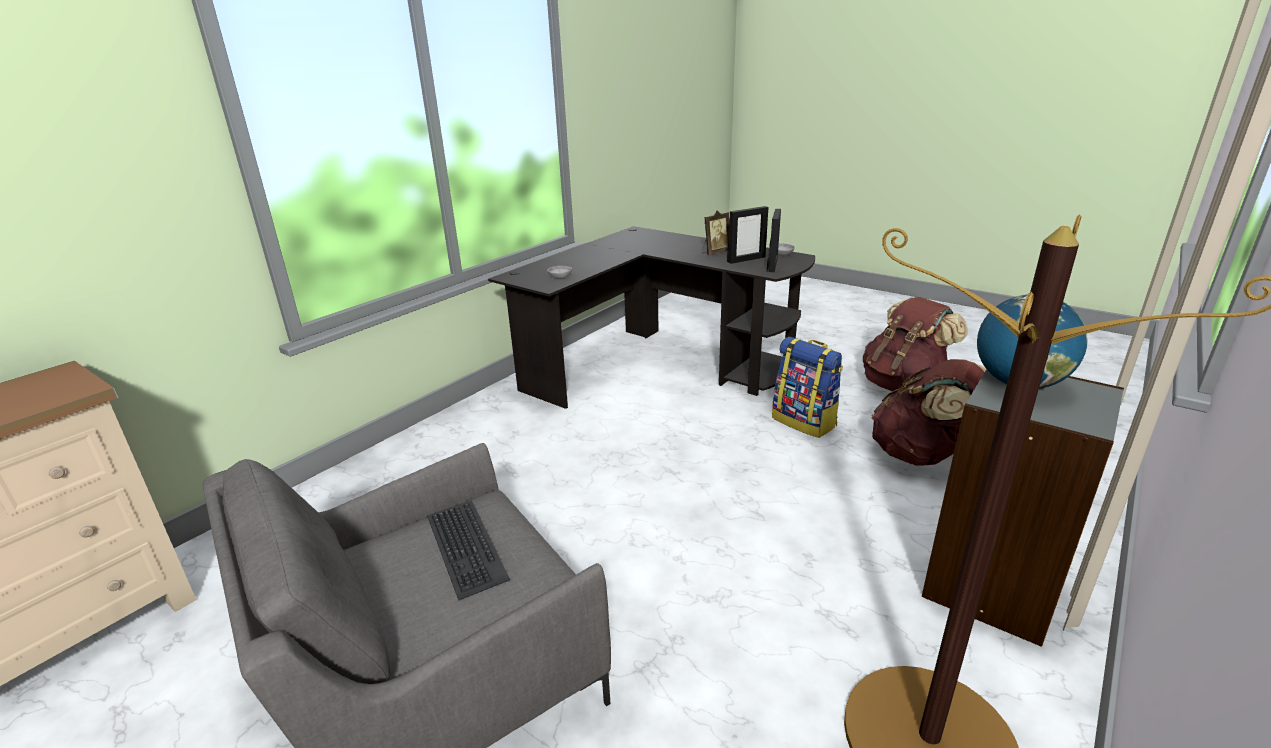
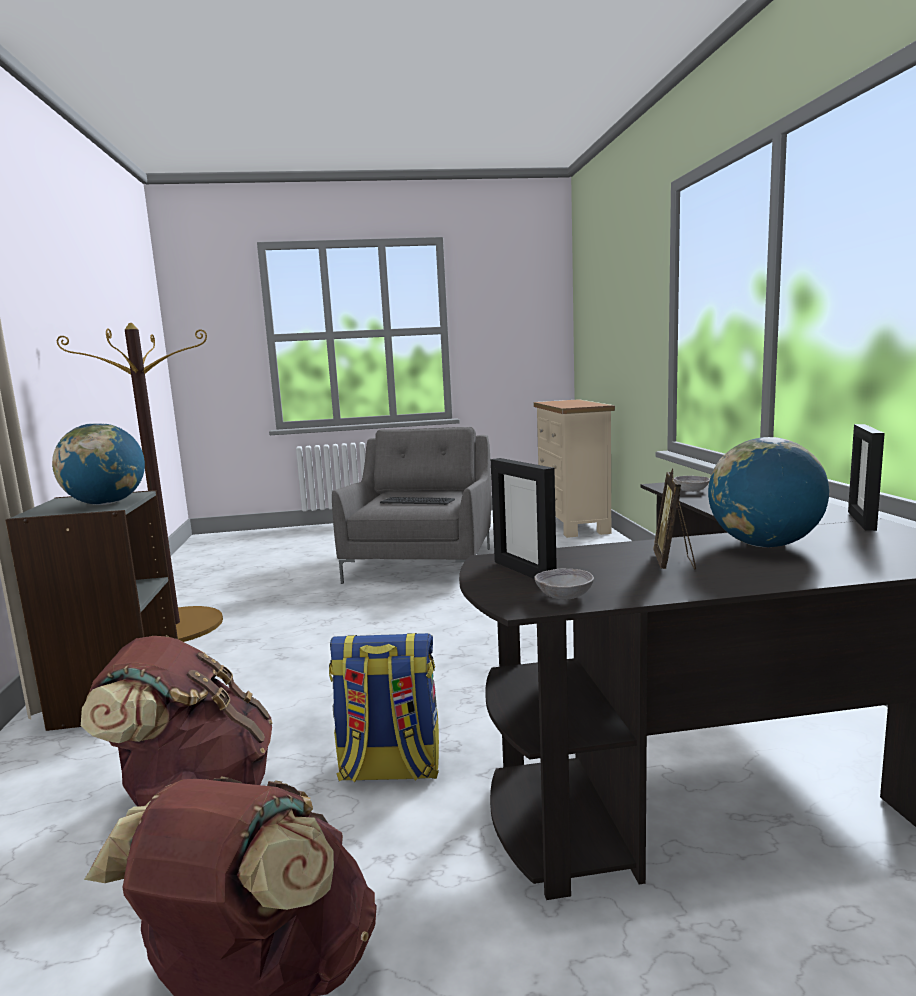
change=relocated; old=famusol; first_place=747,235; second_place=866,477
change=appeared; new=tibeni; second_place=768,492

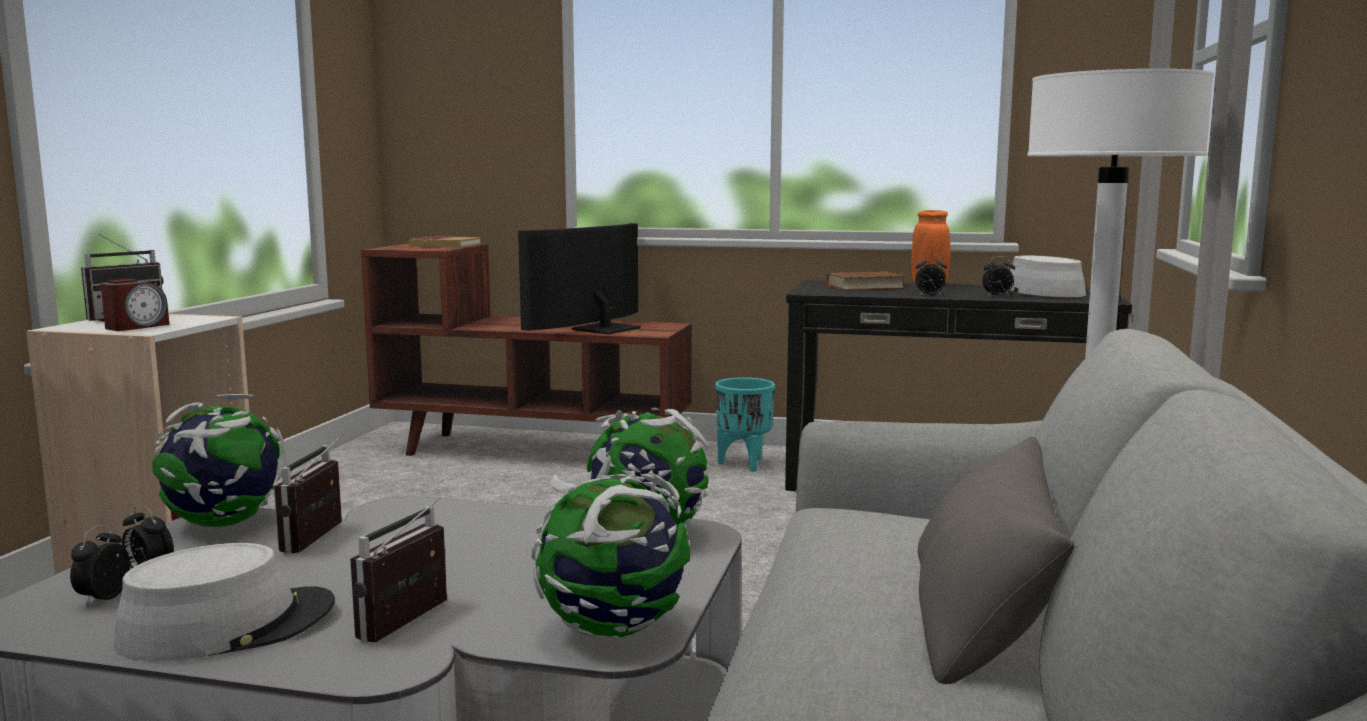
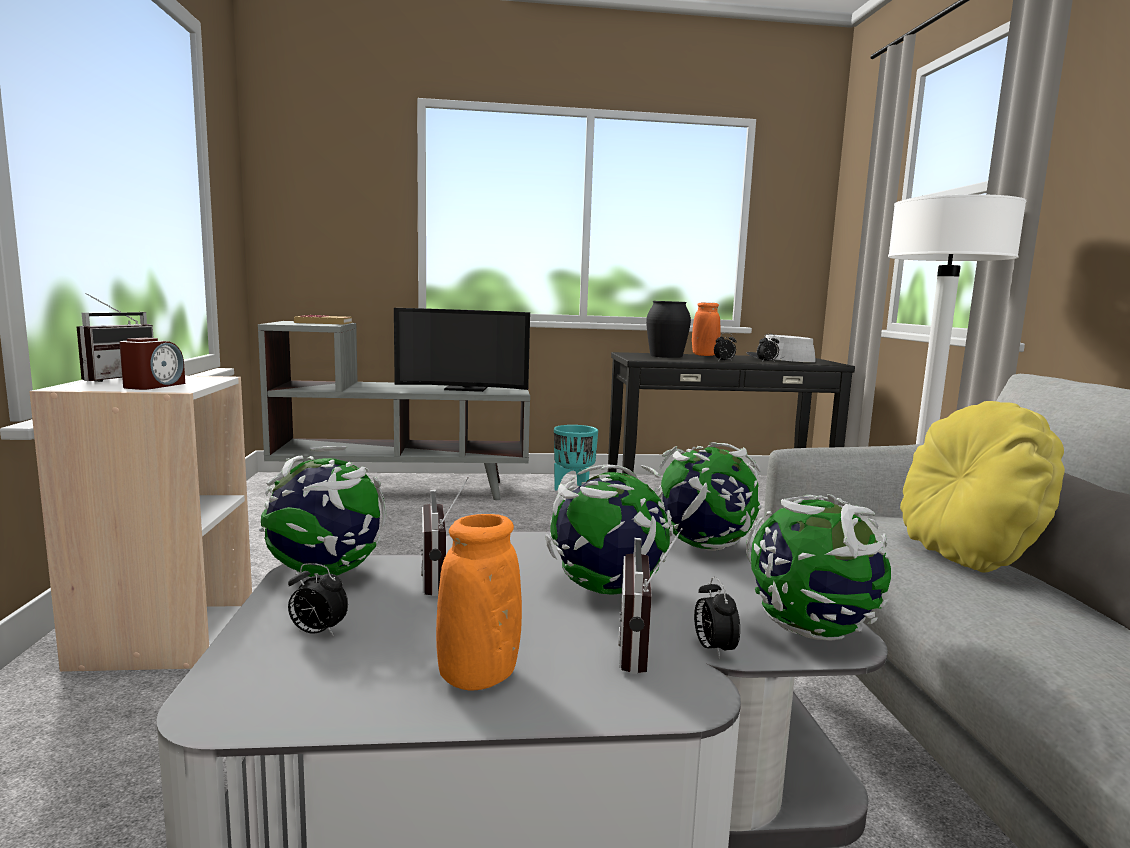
change=relocated; old=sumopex; first_place=100,566; second_place=717,618
change=exchanged; old=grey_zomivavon; new=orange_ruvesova; first_place=224,602; second_place=479,602
change=colour; old=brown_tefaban; new=grey_tefaban; first_place=526,349; second_place=394,410
change=spun; old=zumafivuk; first_place=579,279; second_place=462,350; degrees=-105
change=exchanged; old=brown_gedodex; new=black_ruvesova; first_place=862,281; second_place=668,329
change=appeared; new=tibeni; second_place=609,530
change=appeared; new=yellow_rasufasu; second_place=982,487

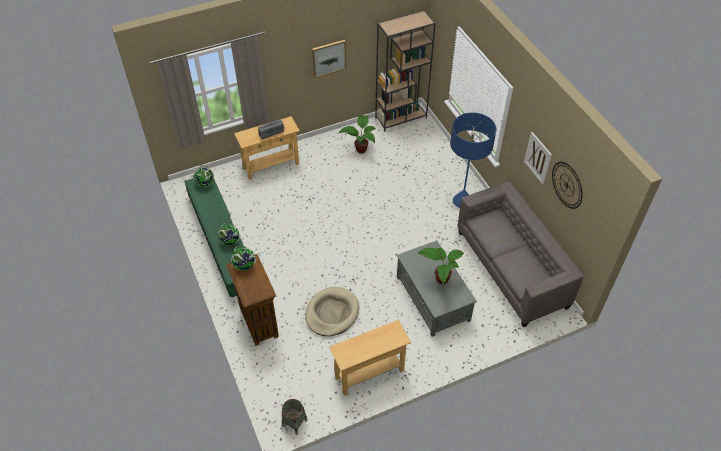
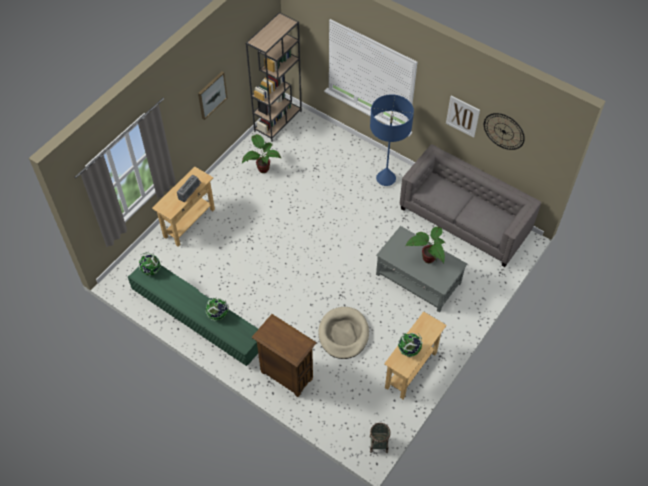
change=relocated; old=tibeni; first_place=243,258; second_place=410,344

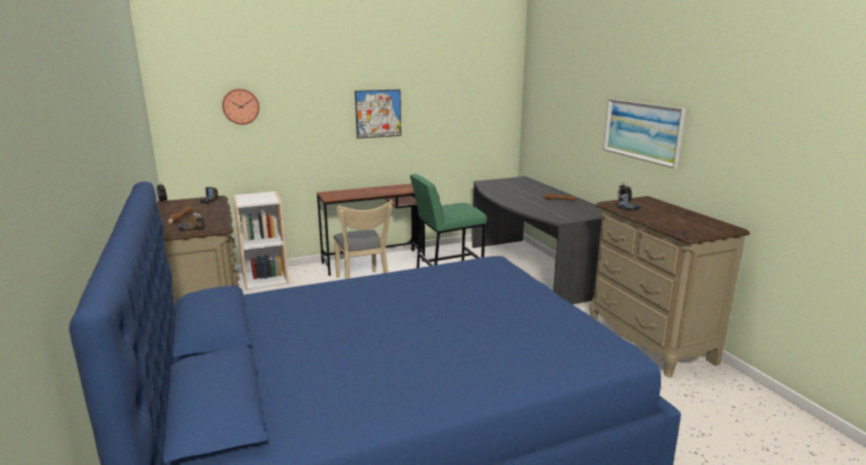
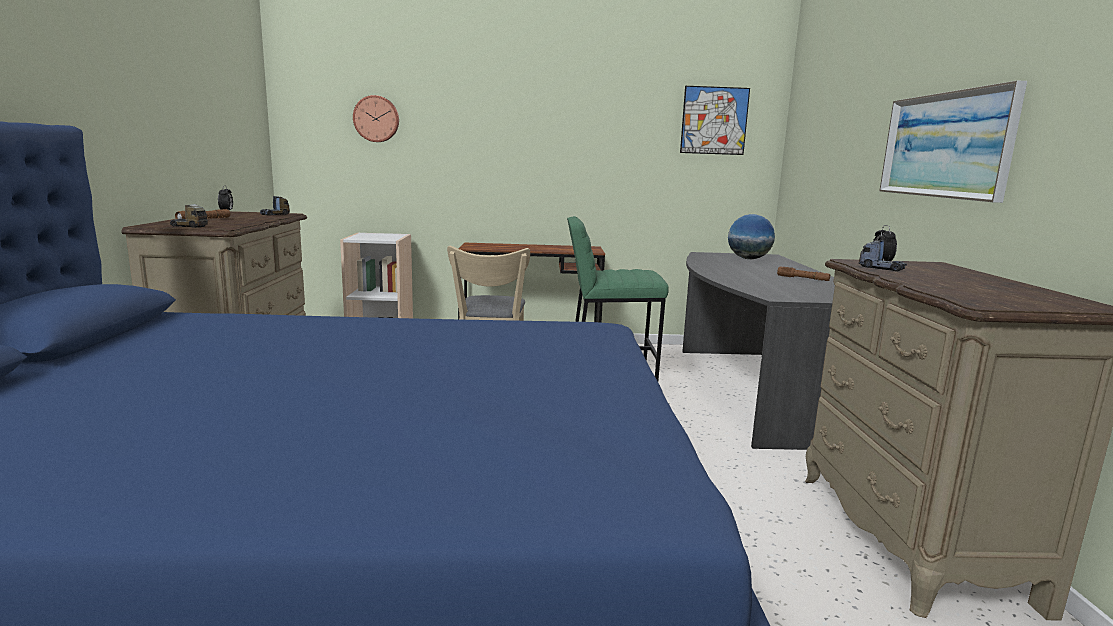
change=relocated; old=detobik; first_place=378,114; second_place=715,120
change=appeared; new=tibeni; second_place=751,236

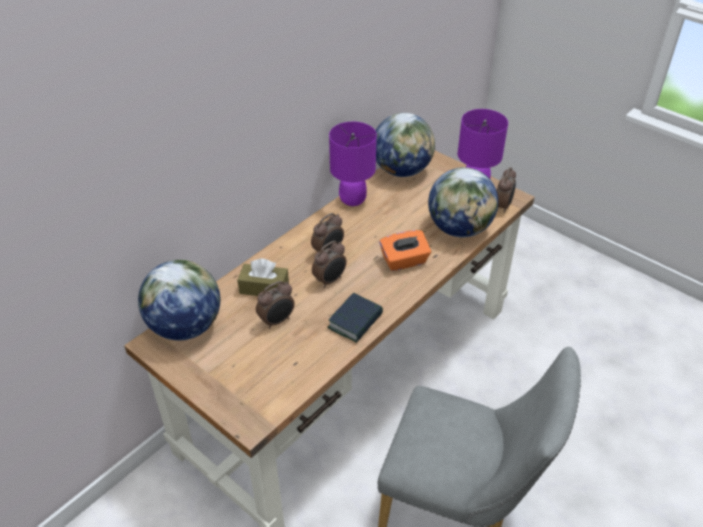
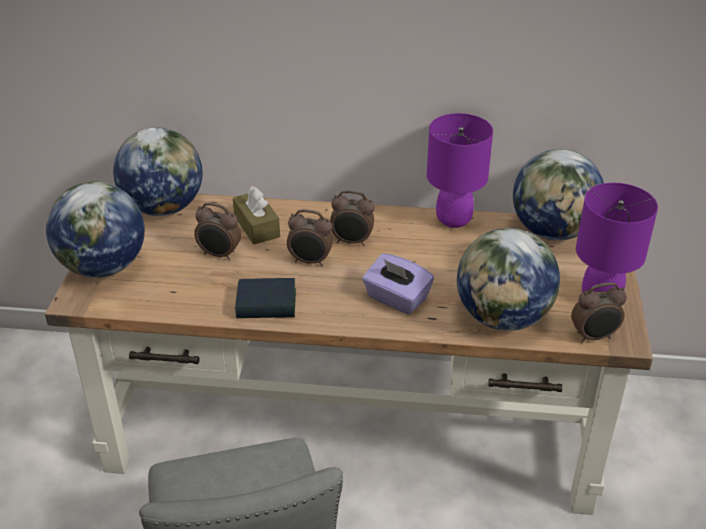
change=colour; old=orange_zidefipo; new=purple_zidefipo; first_place=405,250; second_place=398,284
change=appeared; new=tibeni; second_place=95,230

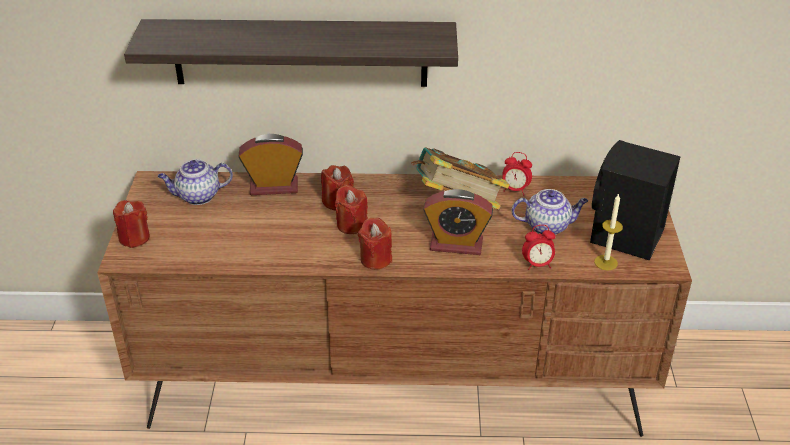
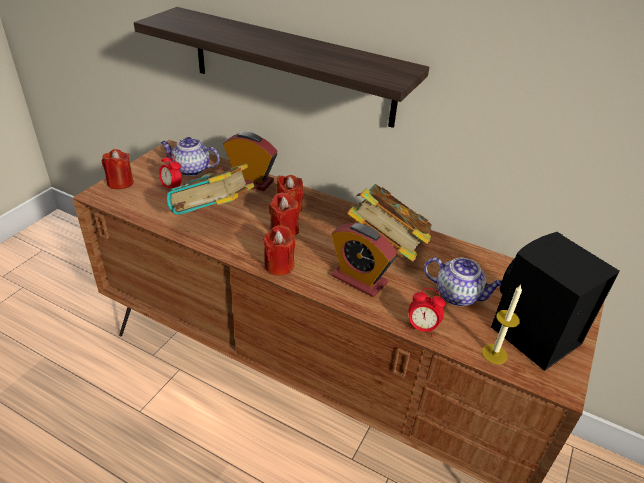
change=relocated; old=sumopex; first_place=517,173; second_place=170,170
change=appeared; new=gedodex; second_place=210,189

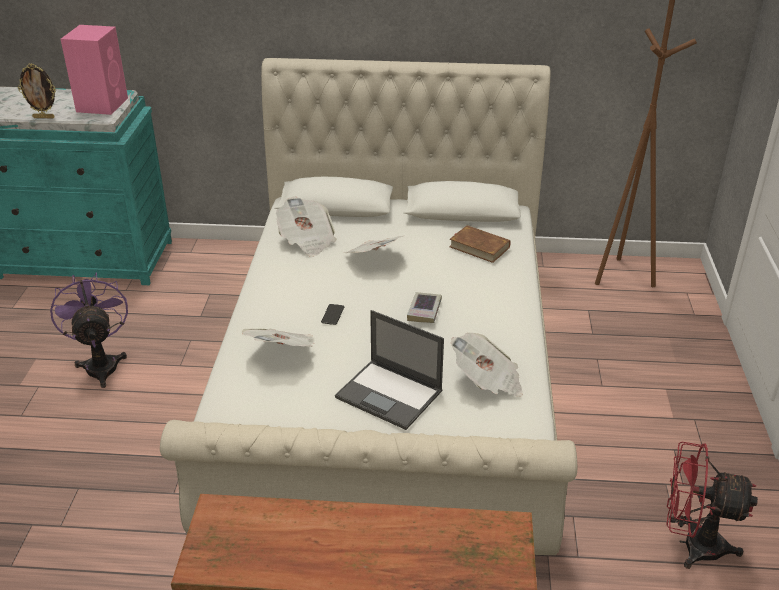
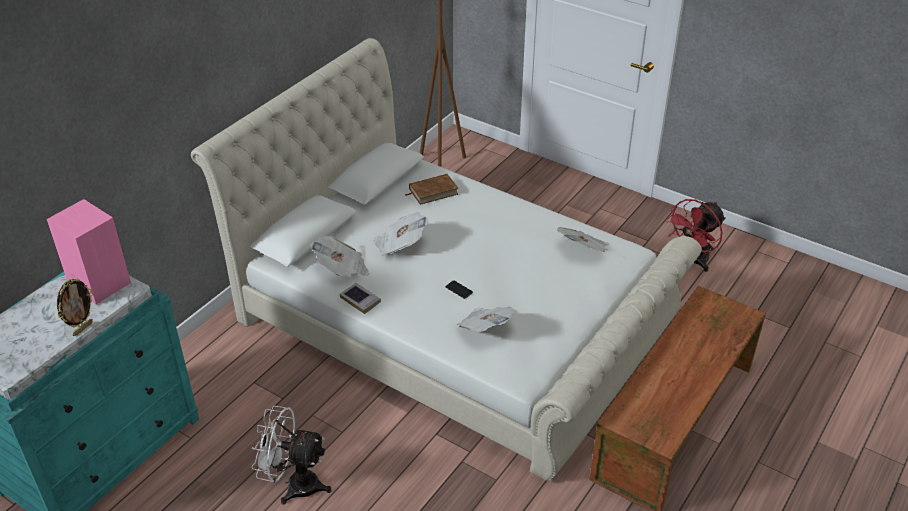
change=colour; old=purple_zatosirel; new=white_zatosirel; first_place=89,330; second_place=291,455
change=missing; old=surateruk; first_place=389,370
change=relocated; old=gedodex; first_place=424,307; second_place=360,298

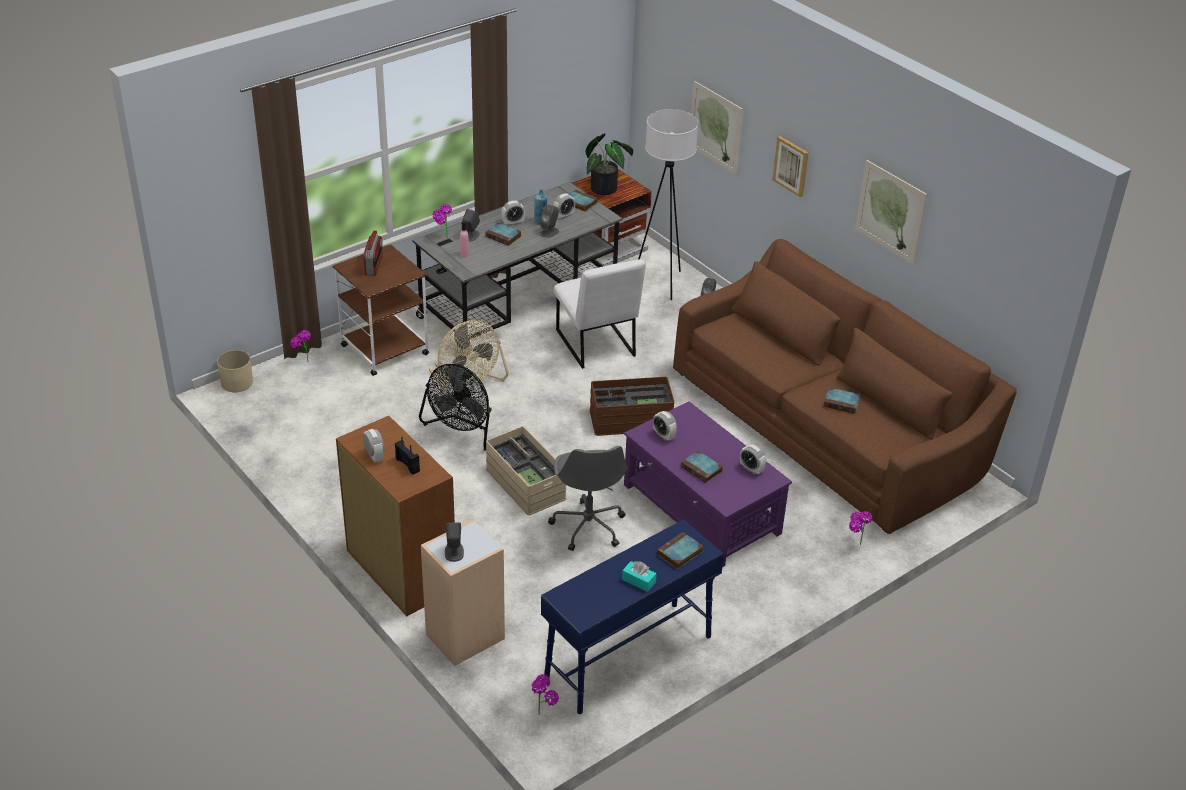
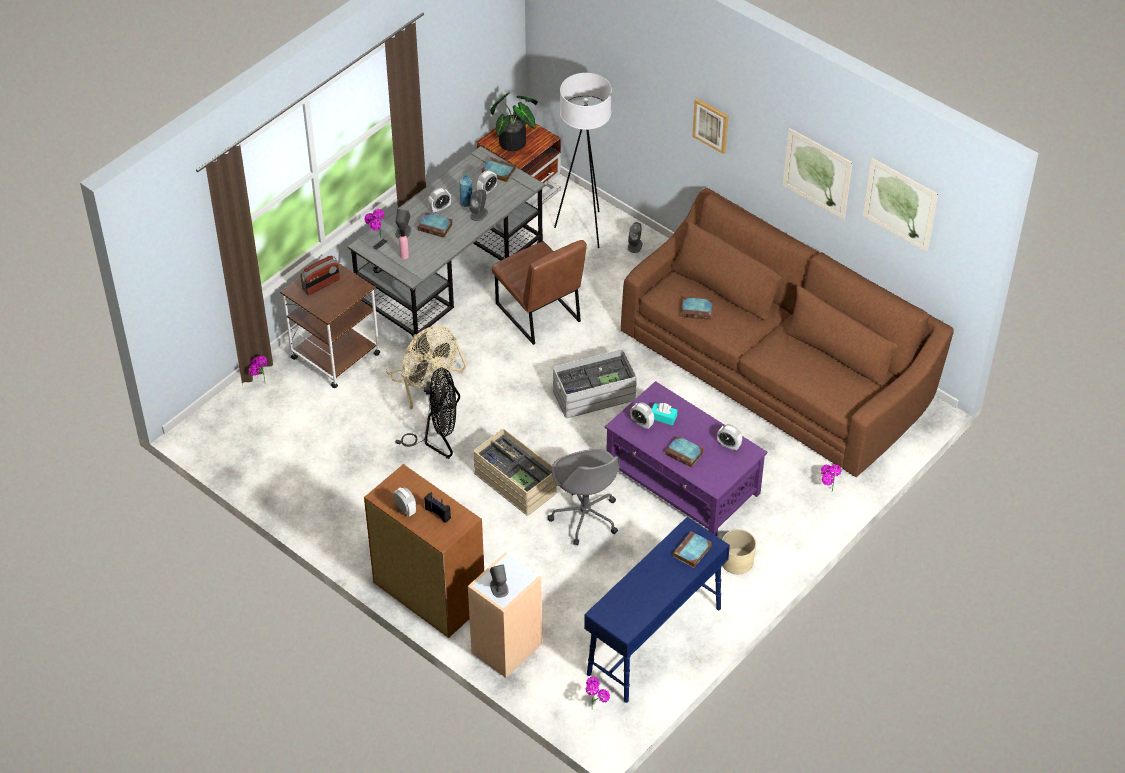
change=relocated; old=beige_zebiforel; first_place=235,371; second_place=739,551
change=spun; old=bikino; first_place=373,253; second_place=320,275; degrees=60
change=spun; old=black_zatosirel; first_place=455,407; second_place=427,413; degrees=-105
change=colour; old=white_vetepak; new=brown_vetepak; first_place=600,314; second_place=539,292
change=colour; old=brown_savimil; new=grey_savimil; first_place=632,406; second_place=595,383
change=relocated; old=turquoise_zidefipo; first_place=639,576; second_place=664,414
change=relocated; old=detobik; first_place=717,128; second_place=900,205
change=relocated; old=gedodex; first_place=842,400; second_place=697,308

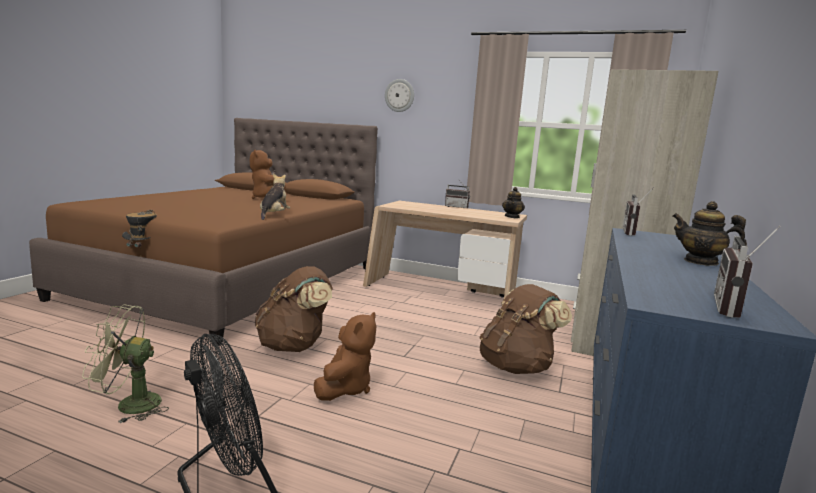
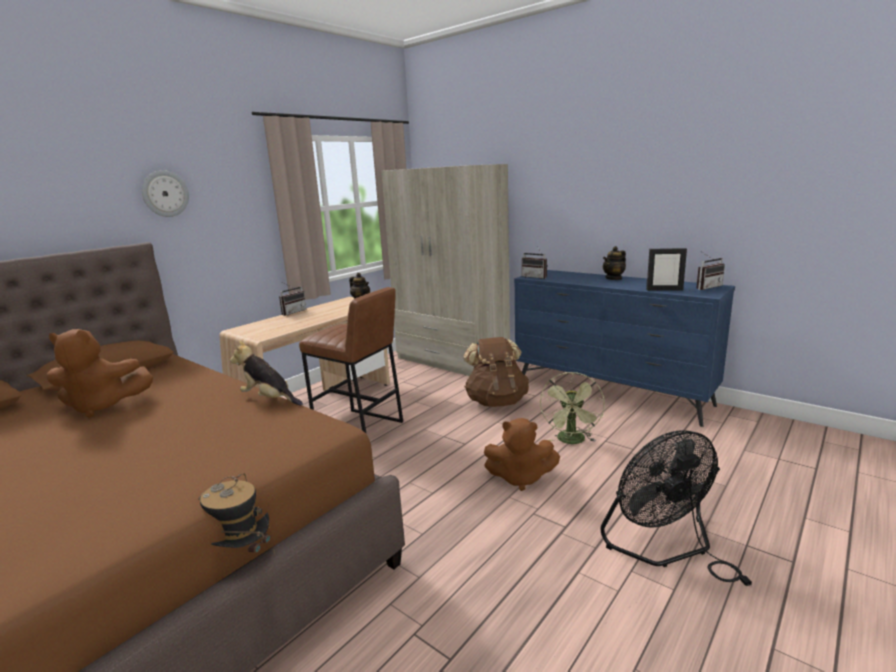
change=relocated; old=green_zatosirel; first_place=125,364; second_place=572,408
change=missing; old=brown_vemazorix; first_place=294,309
change=spun; old=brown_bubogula; first_place=345,356; second_place=522,454; degrees=150
change=spun; old=bikino; first_place=747,272; second_place=710,270; degrees=-75
change=appeared; new=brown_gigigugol; second_place=351,360
change=appeared; new=famusol; second_place=666,269

